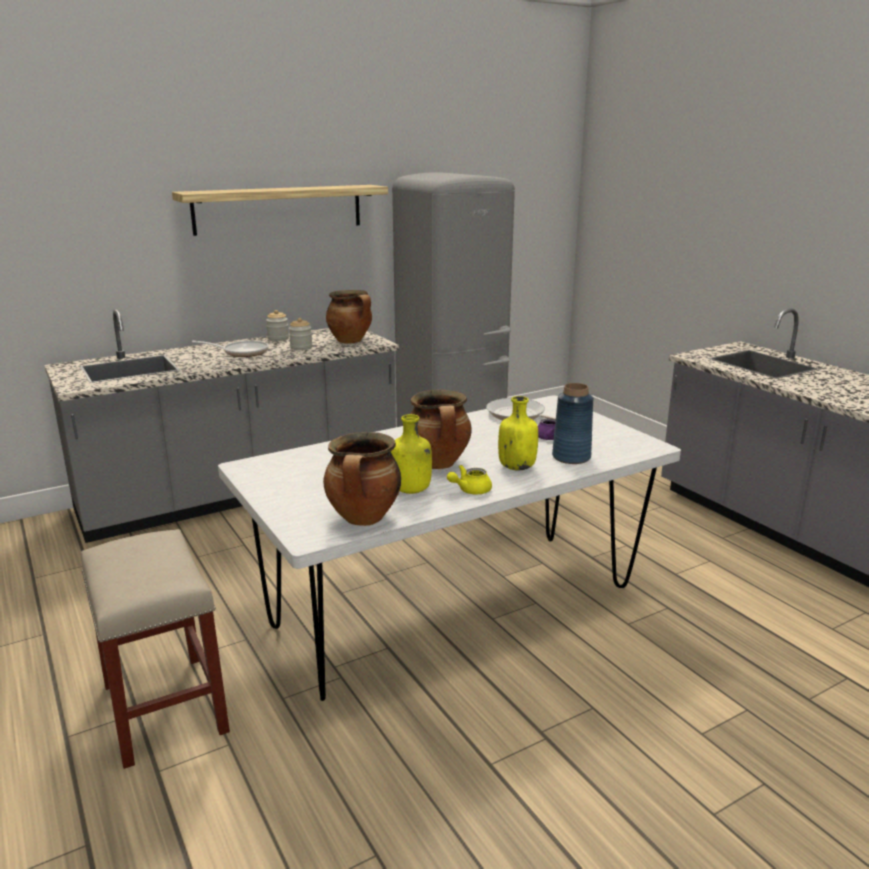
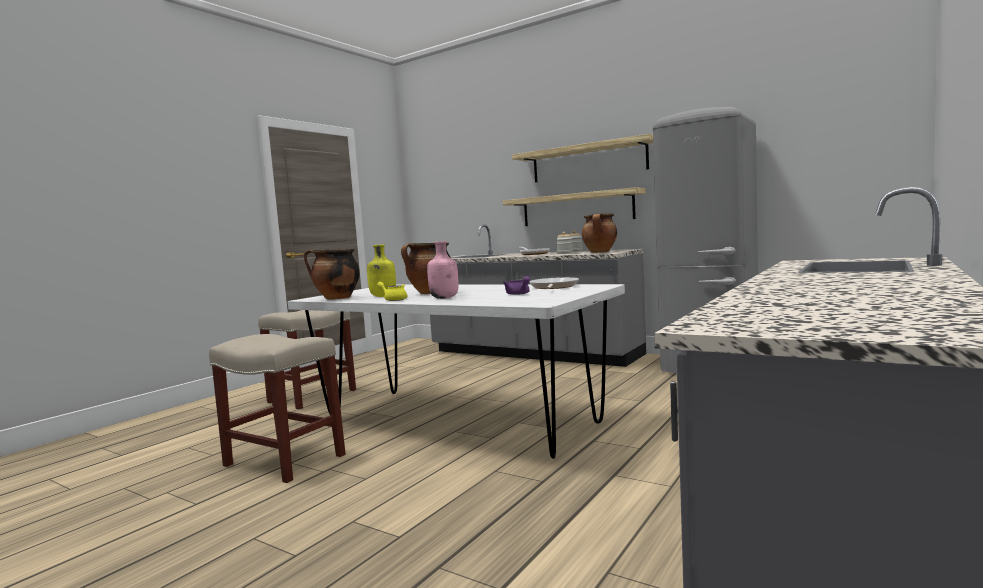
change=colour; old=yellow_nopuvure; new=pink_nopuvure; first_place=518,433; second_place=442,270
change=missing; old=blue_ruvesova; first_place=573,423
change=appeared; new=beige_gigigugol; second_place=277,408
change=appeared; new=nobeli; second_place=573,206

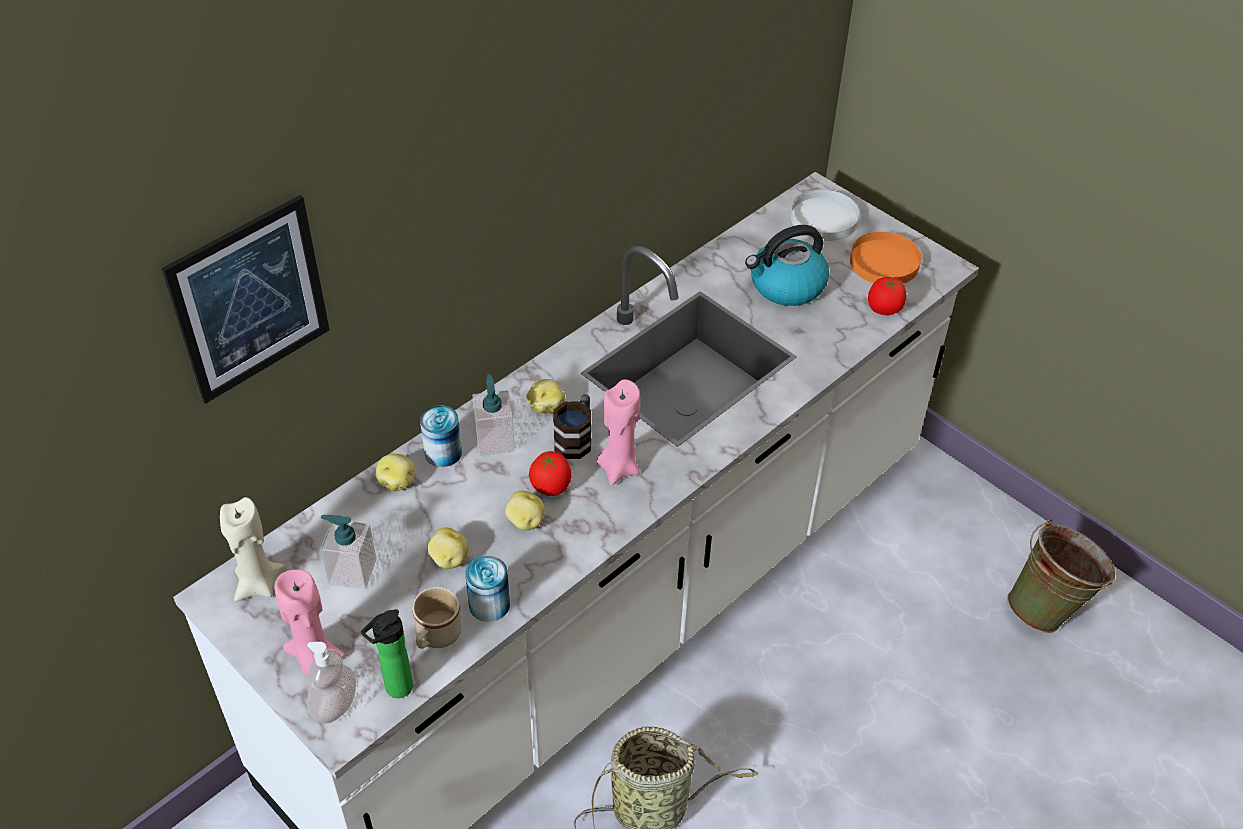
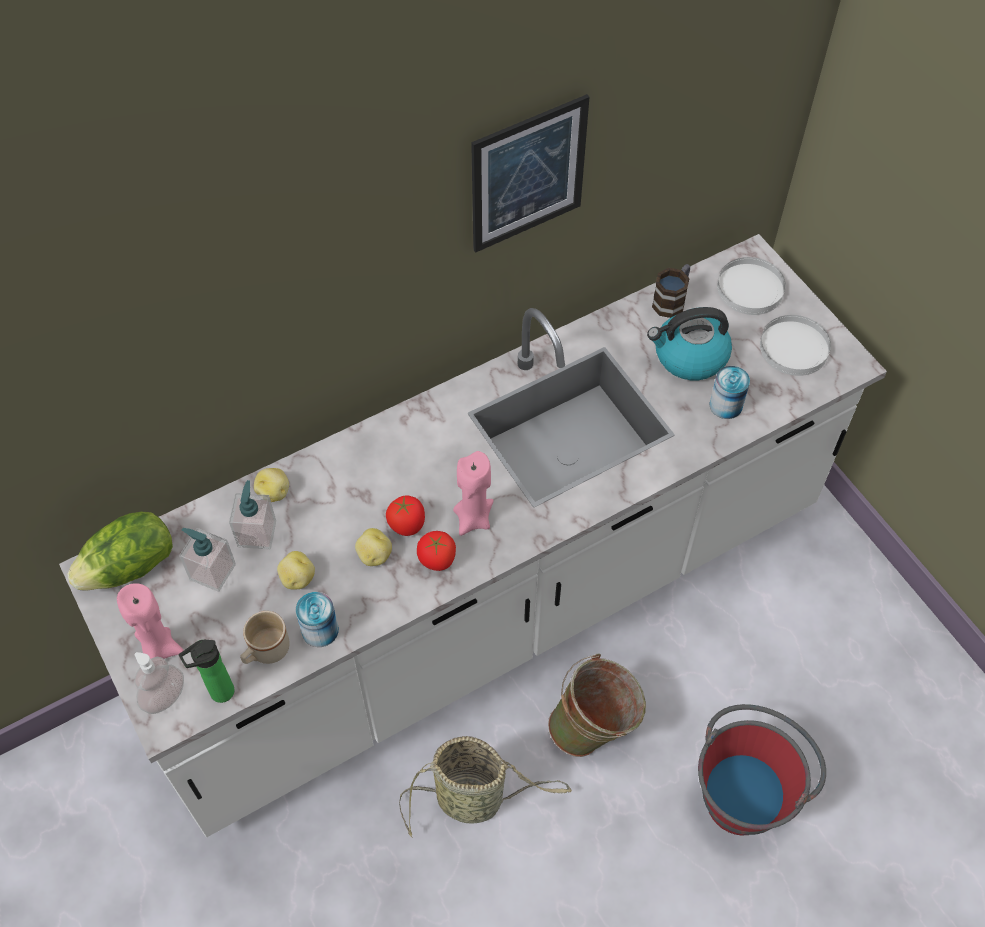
change=relocated; old=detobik; first_place=245,299; second_place=530,173
change=exchanged; old=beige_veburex; new=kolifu; first_place=252,549; second_place=120,551
change=relocated; old=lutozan; first_place=441,436; second_place=729,392
change=relocated; old=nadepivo; first_place=493,415; second_place=252,514
change=missing; old=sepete; first_place=545,396
change=relocated; old=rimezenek; first_place=572,426; second_place=671,291
change=colour; old=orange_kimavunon; new=white_kimavunon; first_place=885,258; second_place=795,345
change=relocated; old=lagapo; first_place=887,296; second_place=436,551
change=relocated; old=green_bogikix; first_place=1061,576; second_place=597,705
change=appeared; new=red_bogikix; second_place=762,769

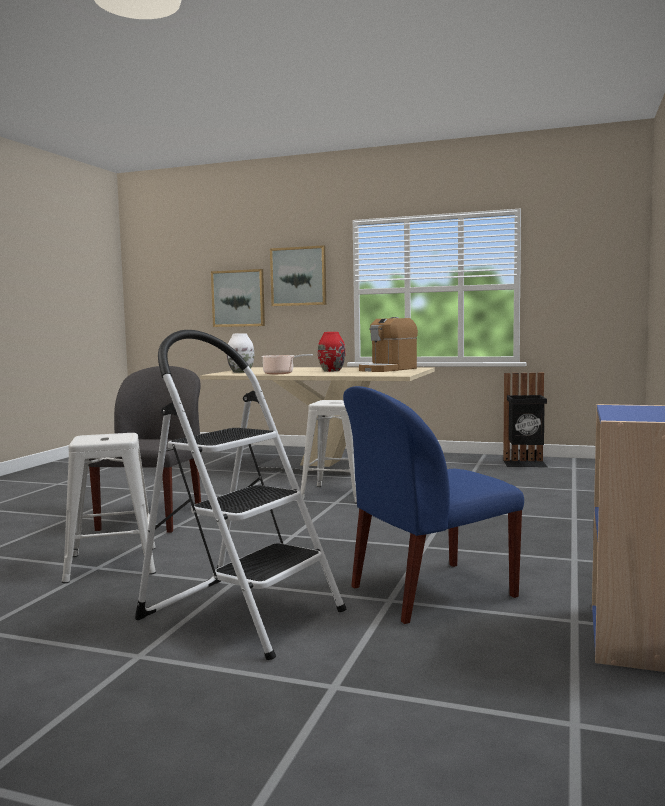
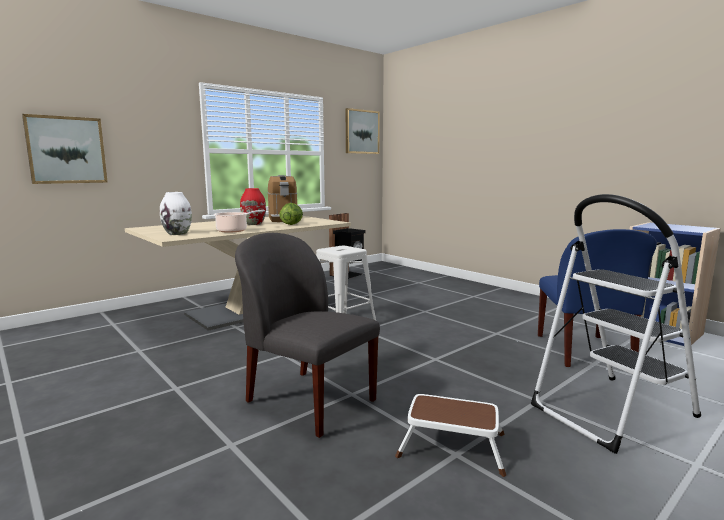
change=exchanged; old=white_gigigugol; new=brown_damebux; first_place=109,508; second_place=450,435
change=relocated; old=detobik; first_place=298,275; second_place=363,131
change=appeared; new=kolifu; second_place=291,214

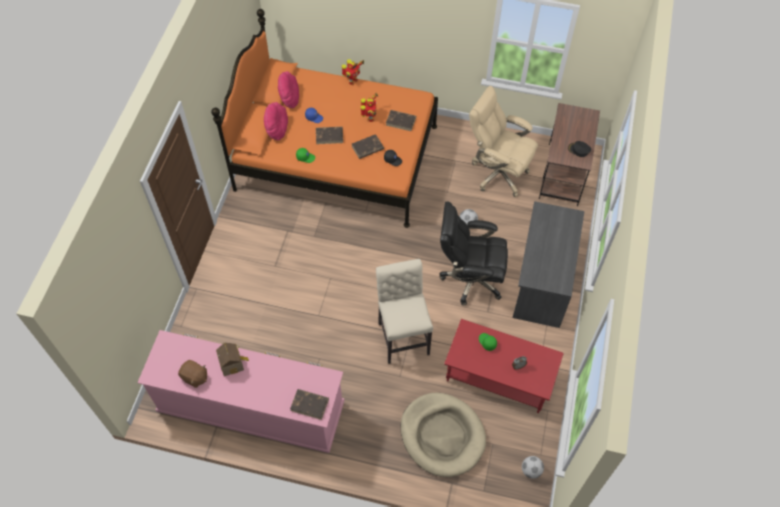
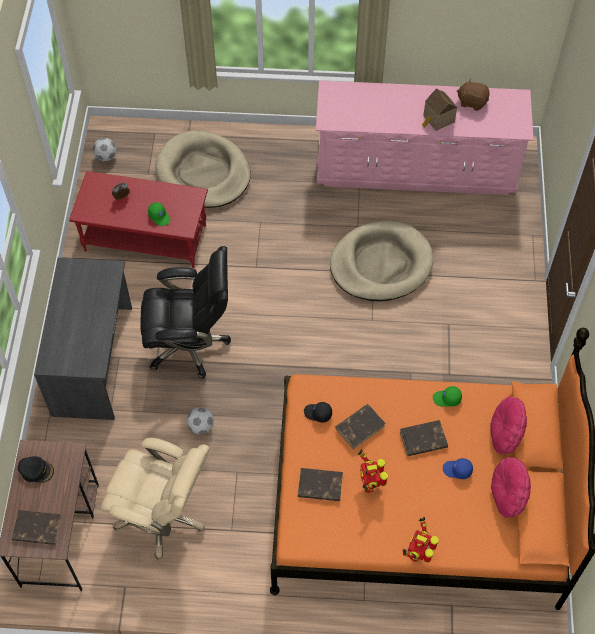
change=relocated; old=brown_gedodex; first_place=309,404; second_place=37,527
change=missing; old=beige_gigigugol; first_place=404,311
change=appeared; new=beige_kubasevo; second_place=381,261

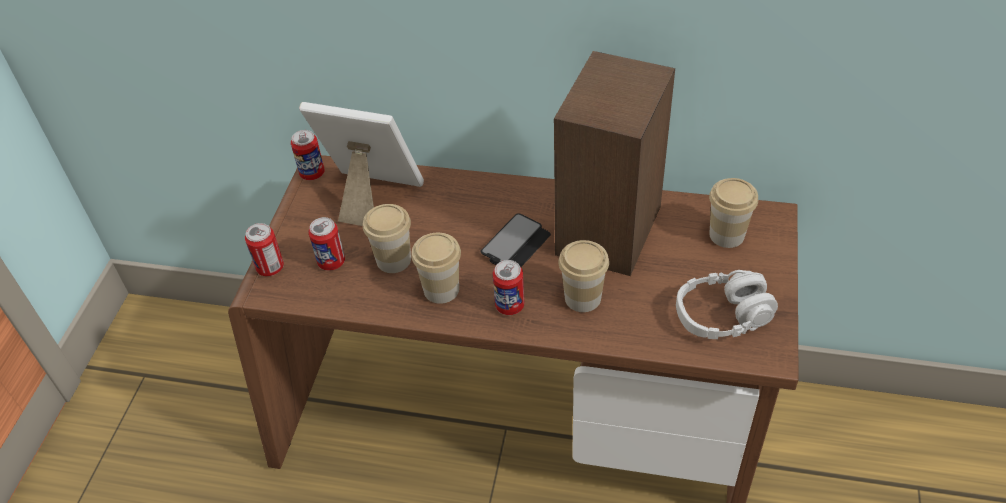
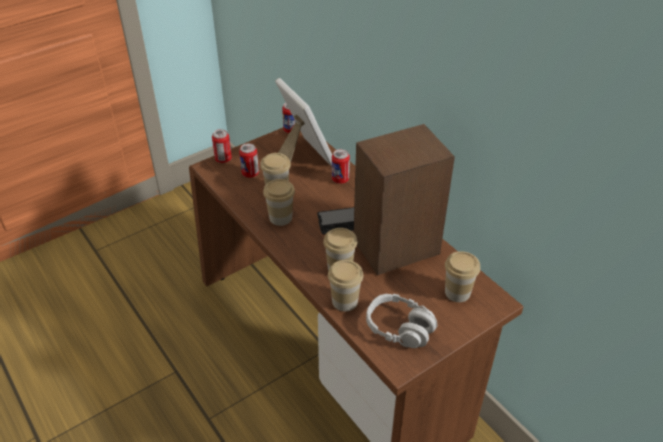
change=relocated; old=lutozan; first_place=508,287; second_place=341,166
change=appeared; new=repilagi; second_place=345,285

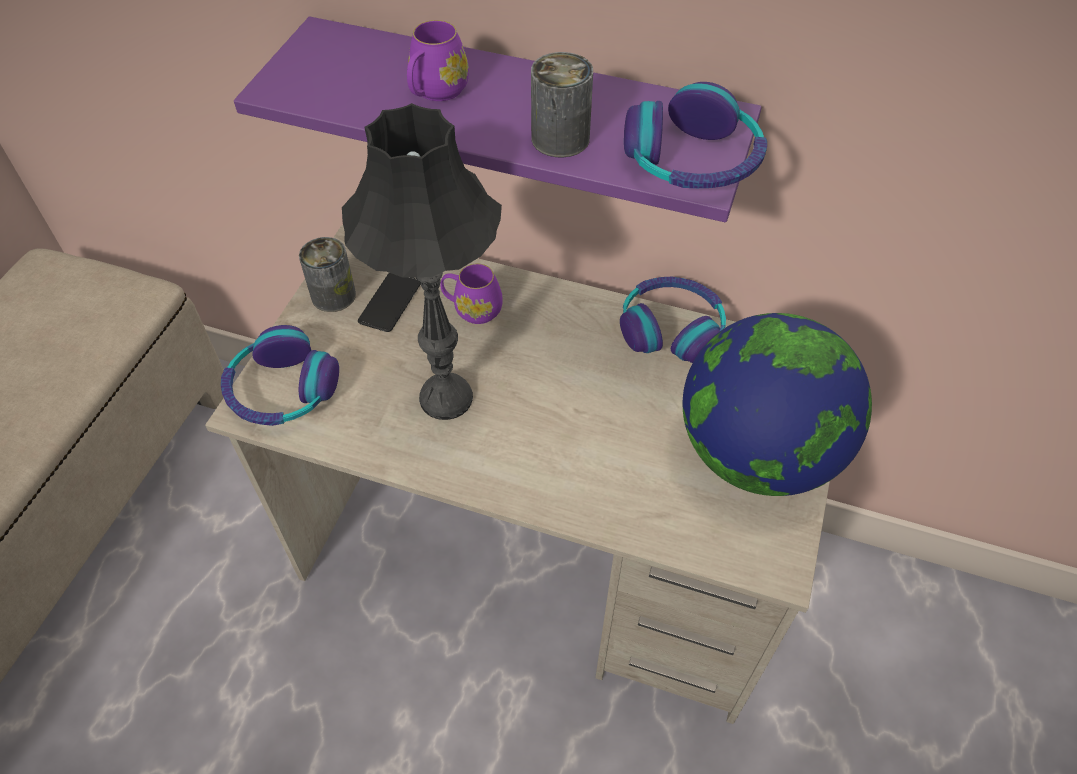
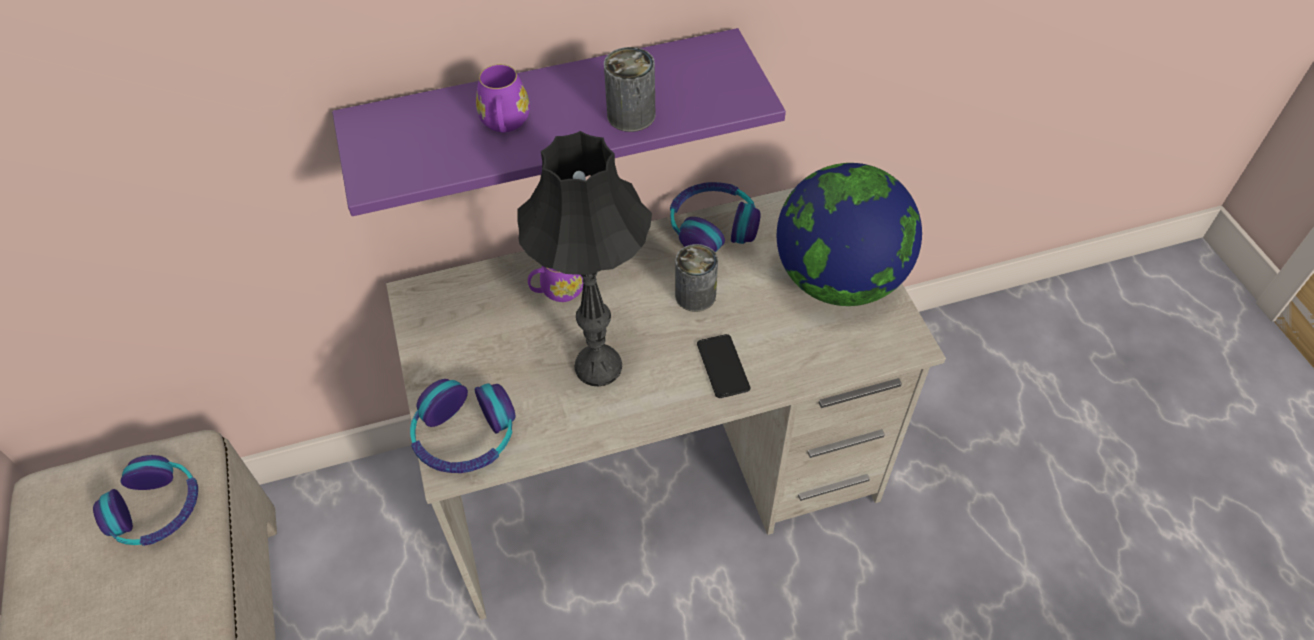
change=relocated; old=lutozan; first_place=327,274; second_place=696,278
change=relocated; old=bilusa; first_place=389,302; second_place=724,366
change=relocated; old=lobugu; first_place=695,135; second_place=145,500

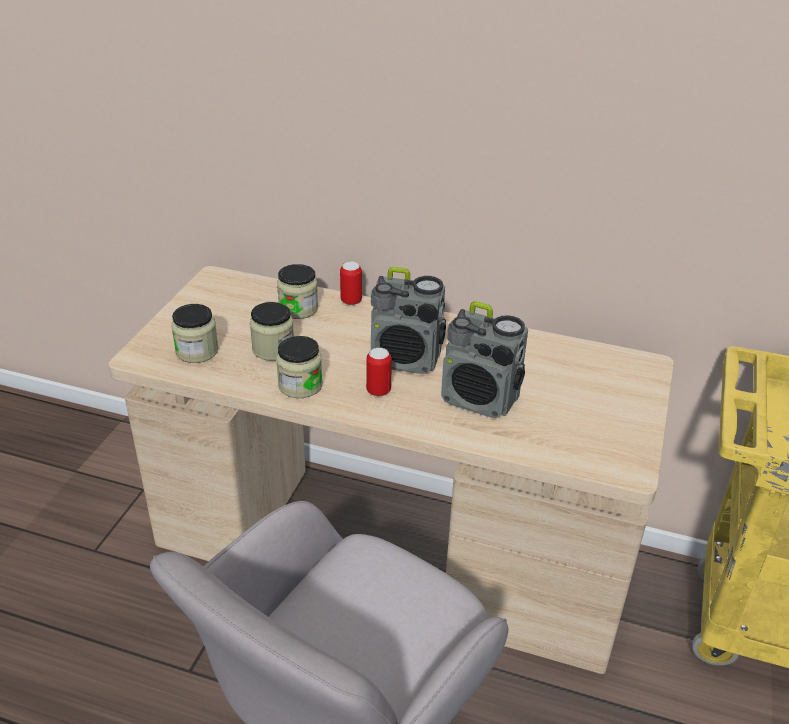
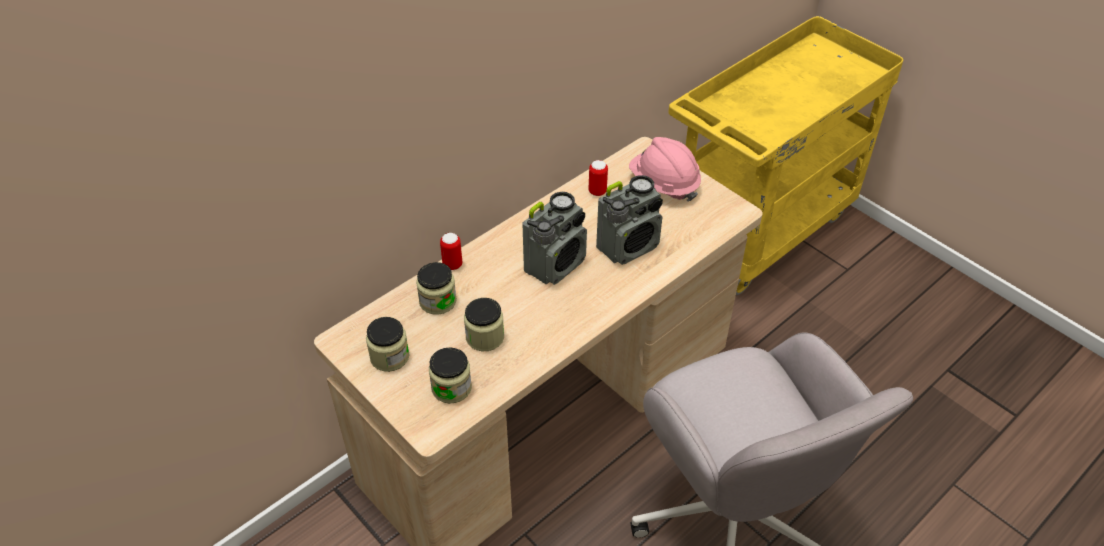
change=relocated; old=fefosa; first_place=299,367; second_place=387,344
change=relocated; old=lutozan; first_place=379,372; second_place=598,178
change=appeared; new=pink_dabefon; second_place=665,169

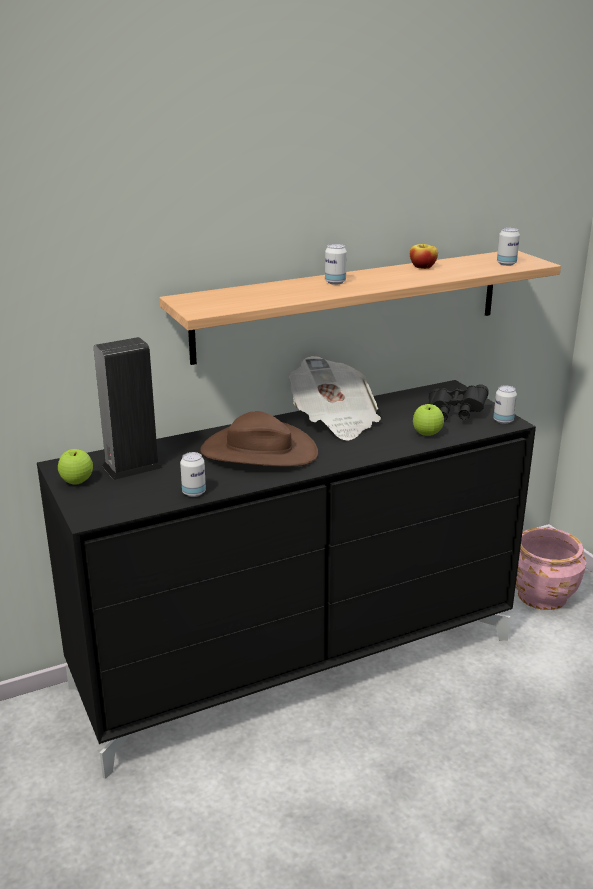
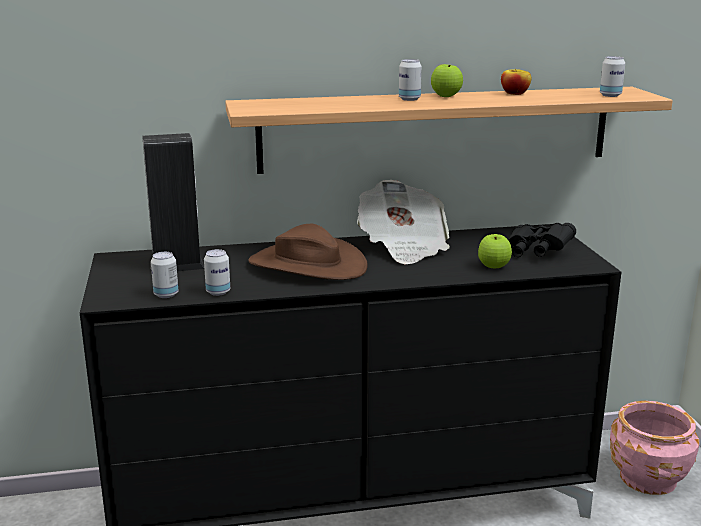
change=relocated; old=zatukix; first_place=75,467; second_place=447,80
change=relocated; old=lutozan; first_place=505,404; second_place=164,275

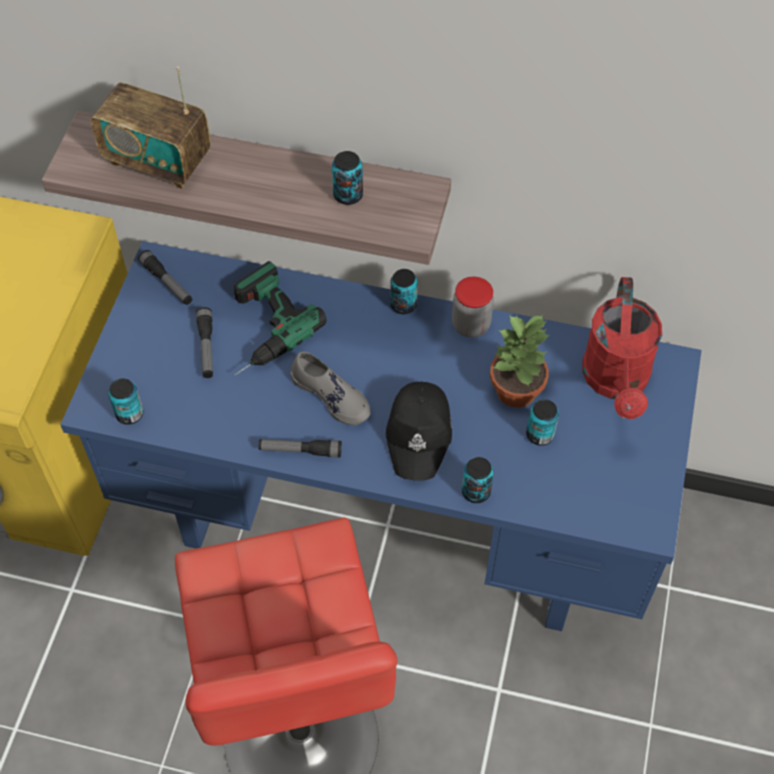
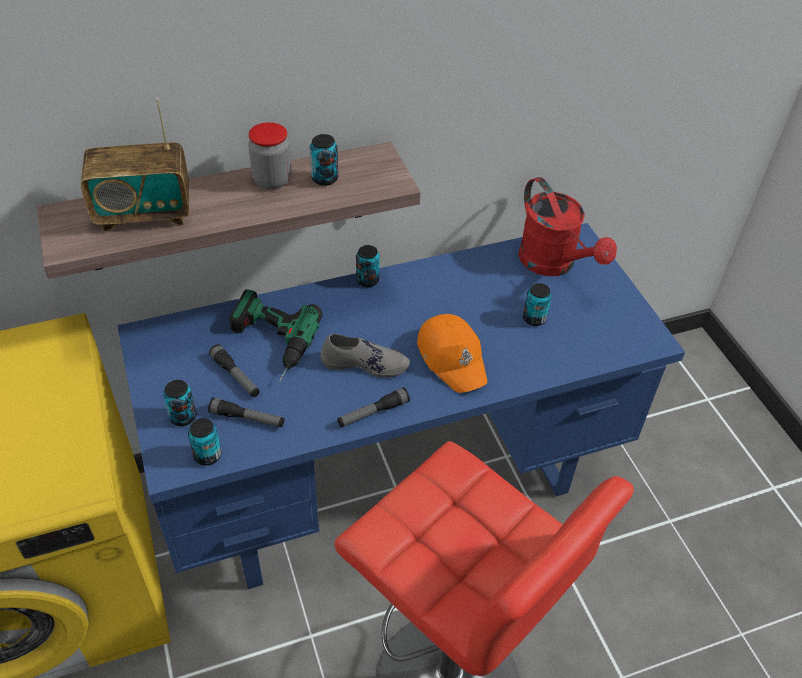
change=relocated; old=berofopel; first_place=165,277; second_place=246,412
change=colour; old=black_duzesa; new=orange_duzesa; first_place=419,431; second_place=452,353
change=relocated; old=fefosa; first_place=473,307; second_place=269,155
change=relocated; old=lutozan; first_place=478,480; second_place=179,403
change=missing; old=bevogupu; first_place=520,361

